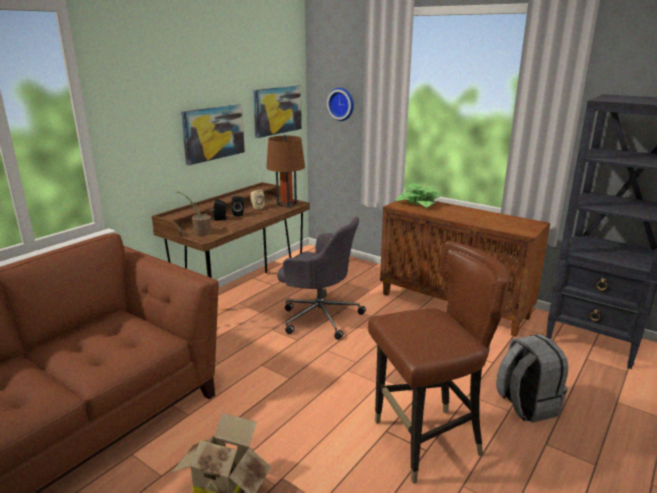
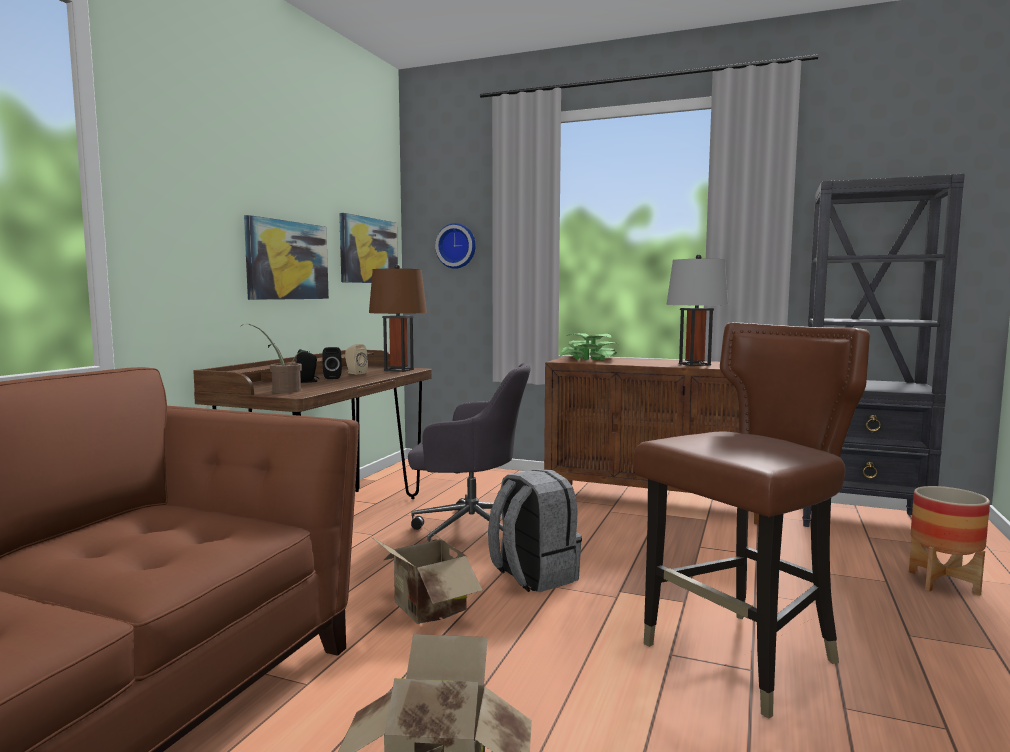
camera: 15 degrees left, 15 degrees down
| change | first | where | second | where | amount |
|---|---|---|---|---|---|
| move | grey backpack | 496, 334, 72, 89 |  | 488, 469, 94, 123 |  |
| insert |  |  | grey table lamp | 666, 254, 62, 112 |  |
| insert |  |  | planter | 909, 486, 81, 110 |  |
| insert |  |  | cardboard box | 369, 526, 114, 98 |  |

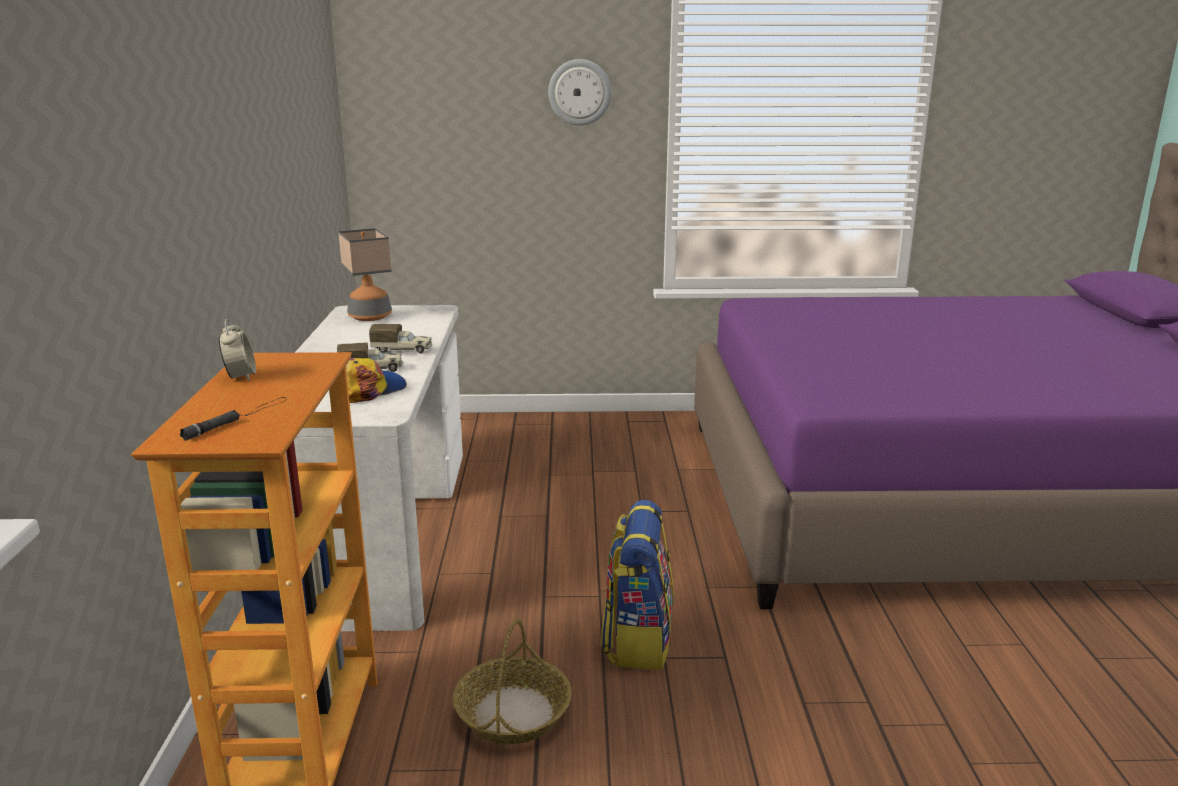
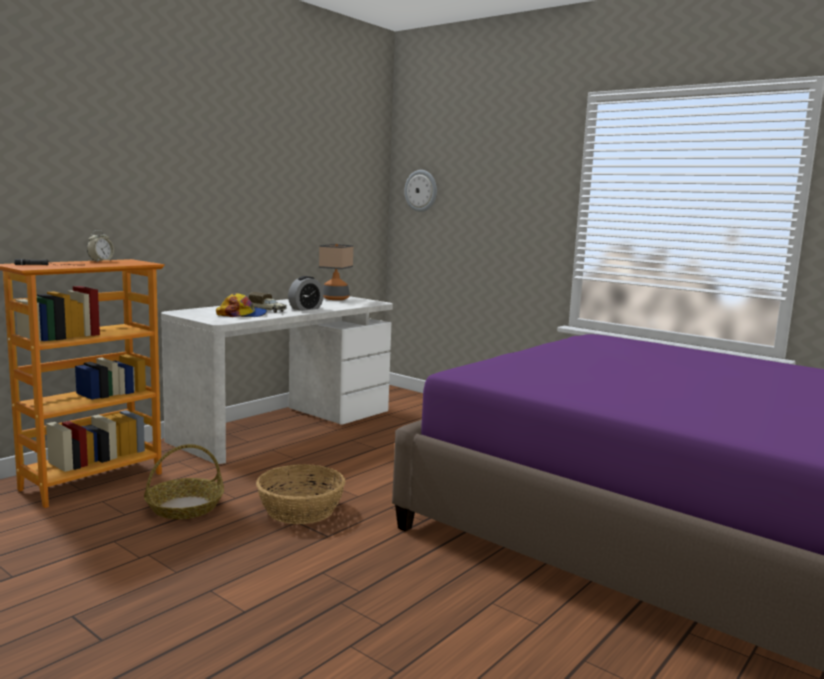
camera: 40 degrees right, 10 degrees down
| change | first | where | second | where | amount |
|---|---|---|---|---|---|
| move | wall clock | 548, 59, 63, 66 |  | 404, 170, 33, 42 |  |
| replace | toy truck | 369, 324, 63, 29 | alarm clock | 288, 276, 36, 35 |  |
| replace | backpack | 601, 500, 73, 170 | basket | 256, 464, 89, 60 |  |

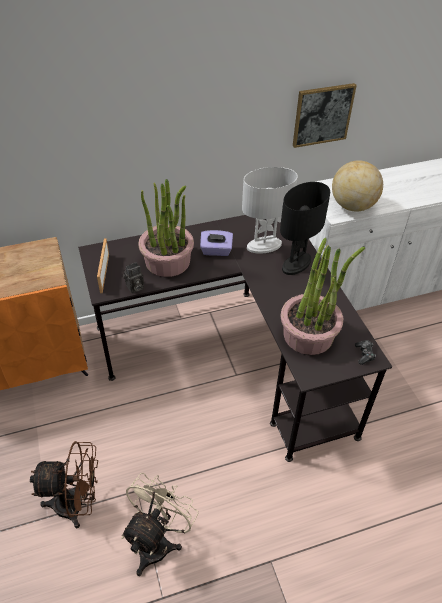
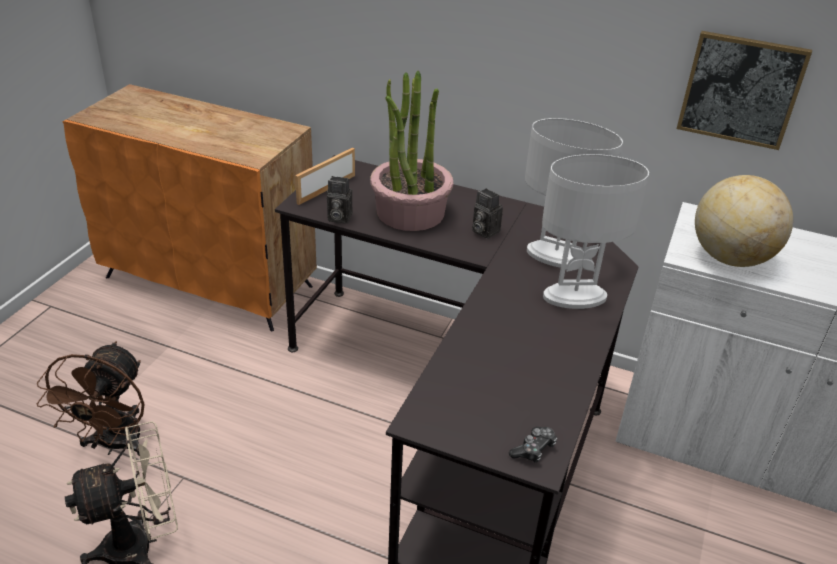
camera: 40 degrees right, 10 degrees down
| change | first | where | second | where | amount |
|---|---|---|---|---|---|
| recolor | black table lamp | 280, 182, 50, 93 | white table lamp | 542, 154, 107, 155 |  |
| replace | purple tissue box | 200, 230, 33, 26 | photo camera | 472, 188, 31, 51 |  |
| delete | potted plant | 281, 238, 84, 117 |  |  |  |
| rotate | brown fan | 30, 441, 68, 87 |  | 37, 341, 107, 115 | 60 degrees clockwise |

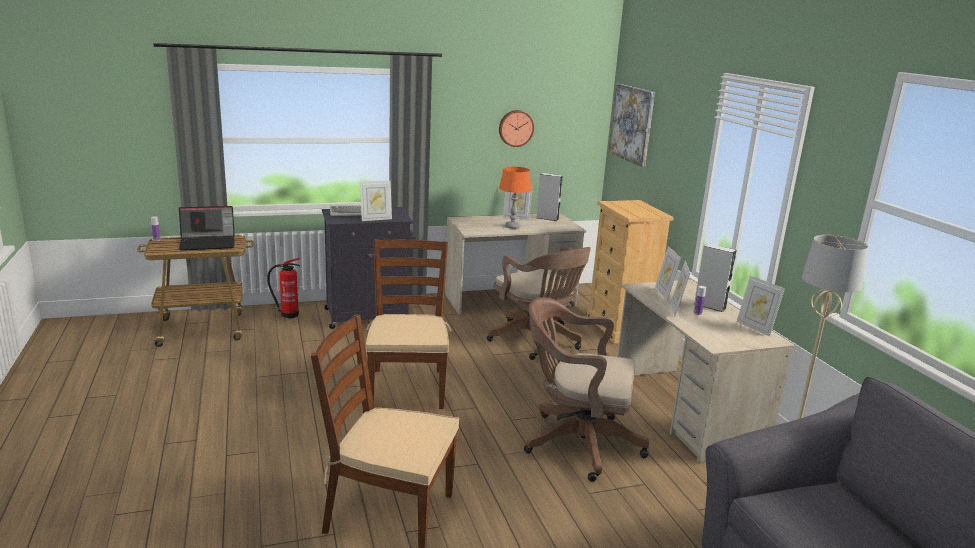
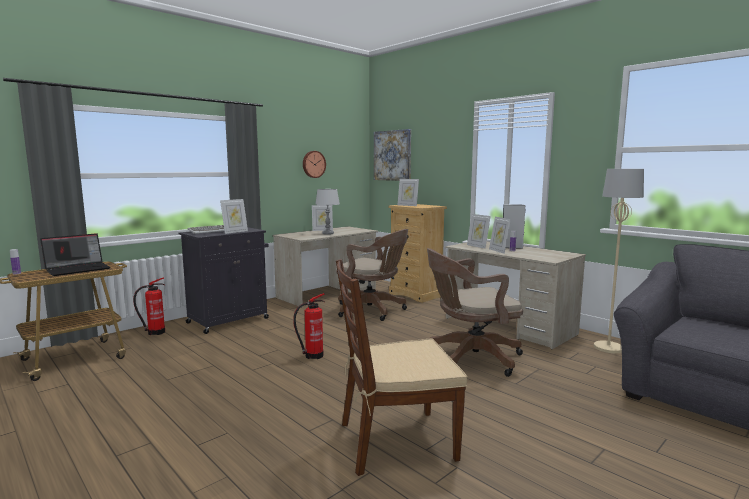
camera: 25 degrees left, 10 degrees down
| change | first | where | second | where | amount |
|---|---|---|---|---|---|
| recolor | orange table lamp | 499, 167, 33, 62 | grey table lamp | 315, 189, 25, 46 |  |
| delete | grey speaker | 537, 173, 26, 48 |  |  |  |
| replace | brown chair | 366, 239, 86, 170 | fire extinguisher | 293, 293, 32, 66 |  |
| move | picture frame | 737, 275, 48, 62 |  | 398, 179, 21, 27 |  |

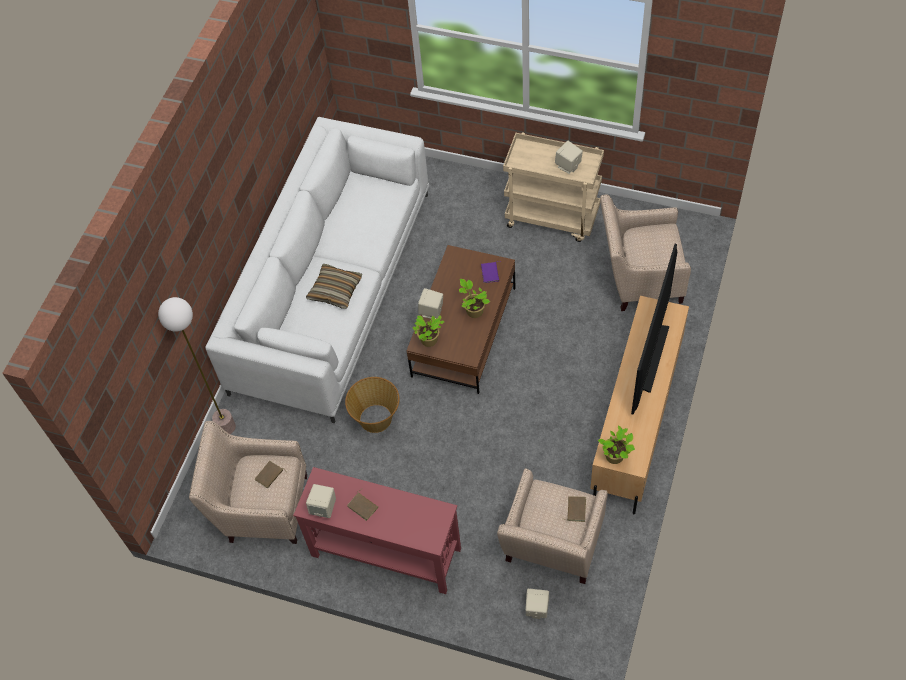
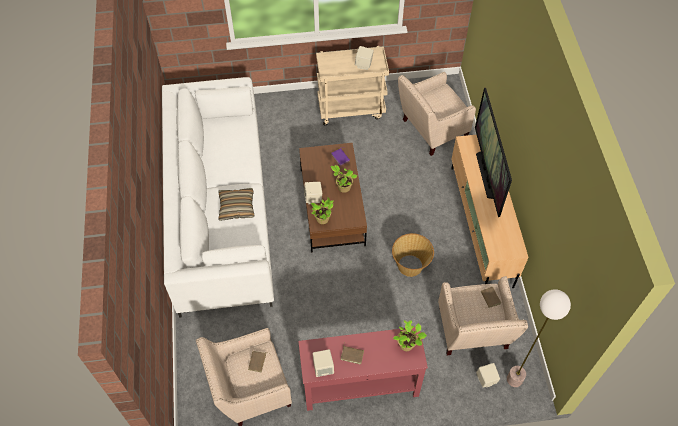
camera: 30 degrees left, 0 degrees up
| change | first | where | second | where | amount |
|---|---|---|---|---|---|
| move | floor lamp | 158, 297, 78, 137 |  | 507, 289, 64, 98 |  |
| move | basket | 345, 377, 55, 56 |  | 392, 233, 42, 44 |  |
| move | potted plant | 597, 426, 38, 38 |  | 393, 320, 34, 31 |  |

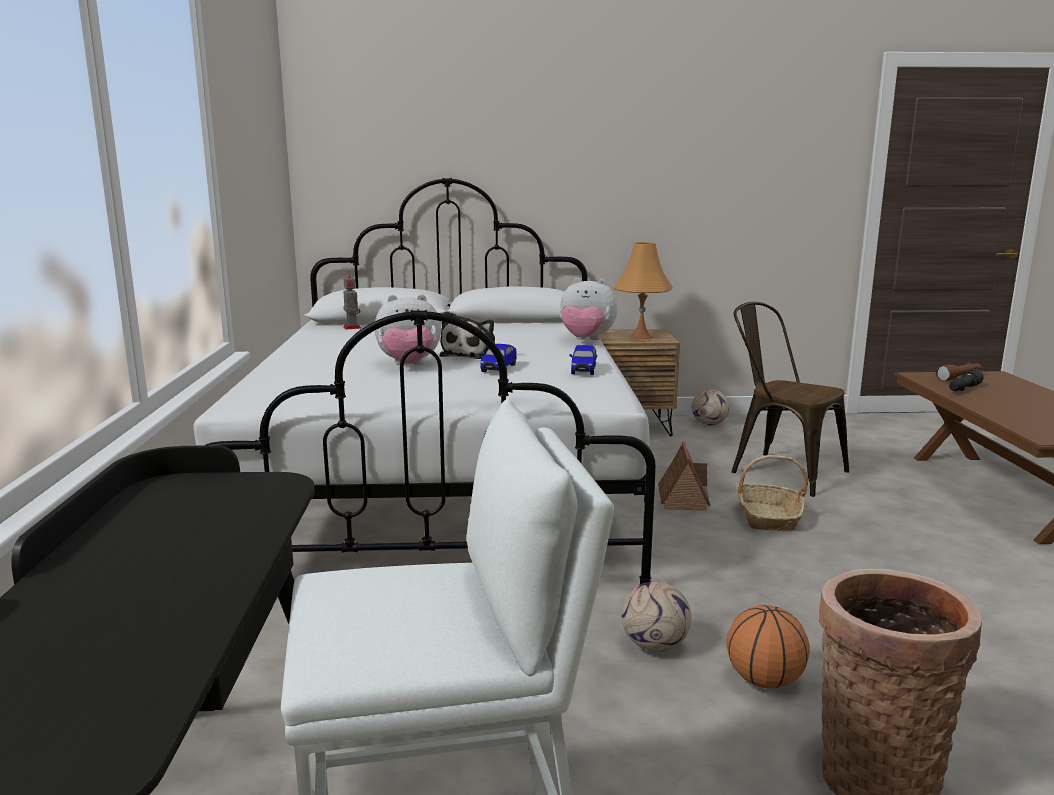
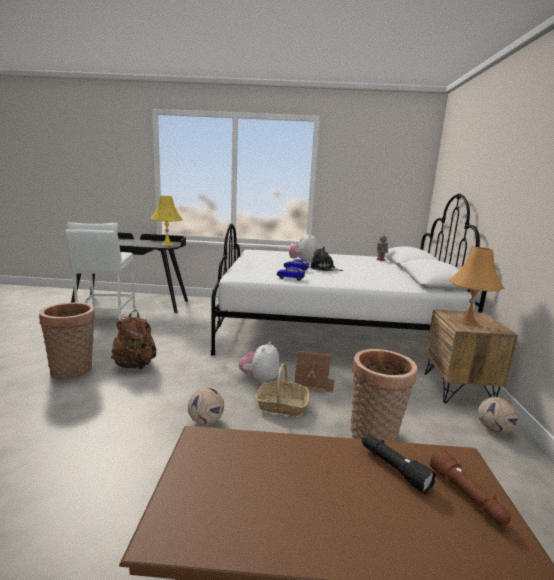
camera: 95 degrees right, 0 degrees up
| change | first | where | second | where | amount |
|---|---|---|---|---|---|
| move | plush toy | 560, 278, 57, 62 |  | 239, 342, 40, 42 |  |
| replace | brown chair | 731, 302, 118, 195 | basket | 350, 349, 67, 93 |  |
| move | football | 622, 581, 69, 71 |  | 188, 388, 36, 37 |  |
| replace | basketball | 726, 605, 84, 84 | brown backpack | 111, 310, 45, 60 |  |
| insert |  |  | yellow table lamp | 150, 196, 33, 50 |  |

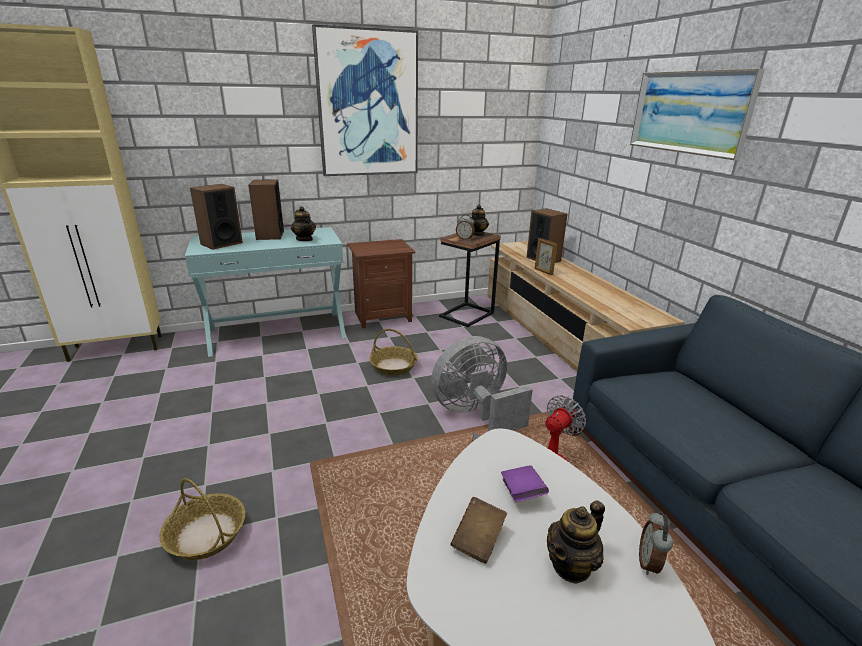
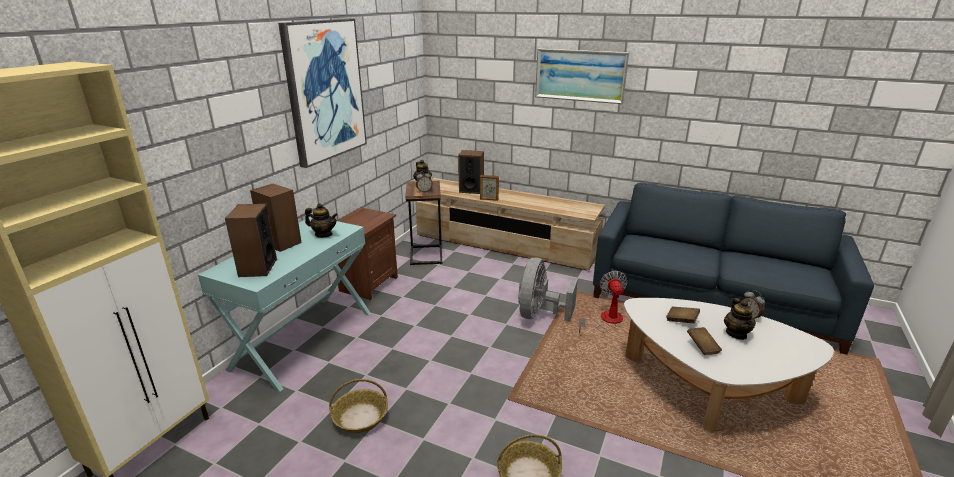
camera: 45 degrees left, 0 degrees up
| change | first | where | second | where | amount |
|---|---|---|---|---|---|
| move | basket | 369, 329, 49, 47 |  | 329, 379, 59, 54 |  |
| recolor | purple book | 501, 465, 48, 37 | brown book | 666, 307, 34, 17 |  |

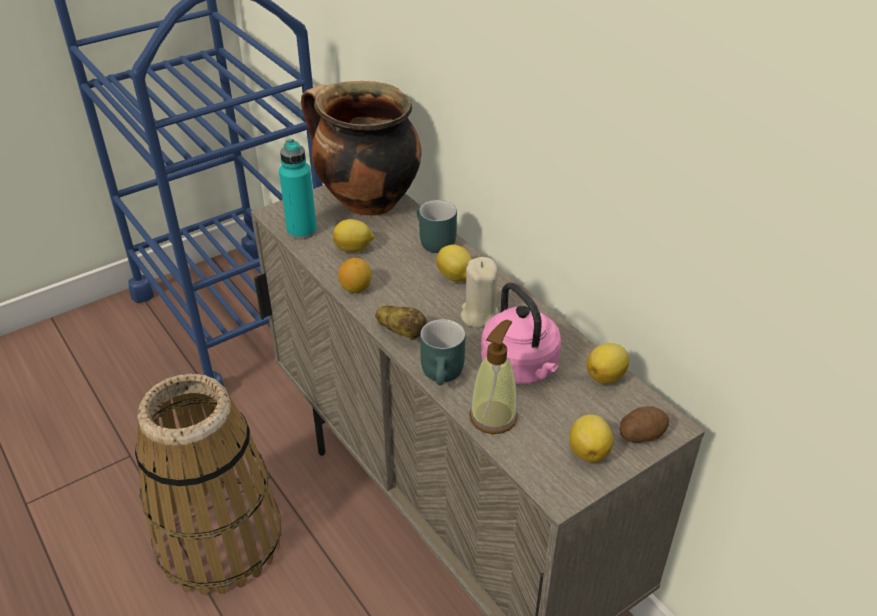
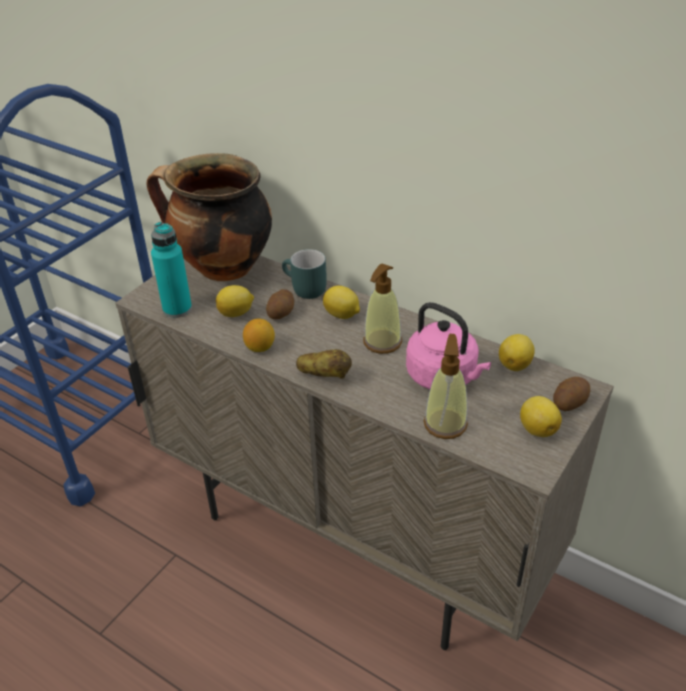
camera: 20 degrees left, 0 degrees up
| change | first | where | second | where | amount |
|---|---|---|---|---|---|
| replace | beige candle | 461, 257, 38, 71 | soap dispenser | 363, 264, 39, 90 |  |
| delete | turquoise mug | 420, 319, 45, 66 |  |  |  |
| delete | basket | 135, 373, 147, 222 |  |  |  |
| insert |  |  | potato | 266, 289, 28, 30 |  |

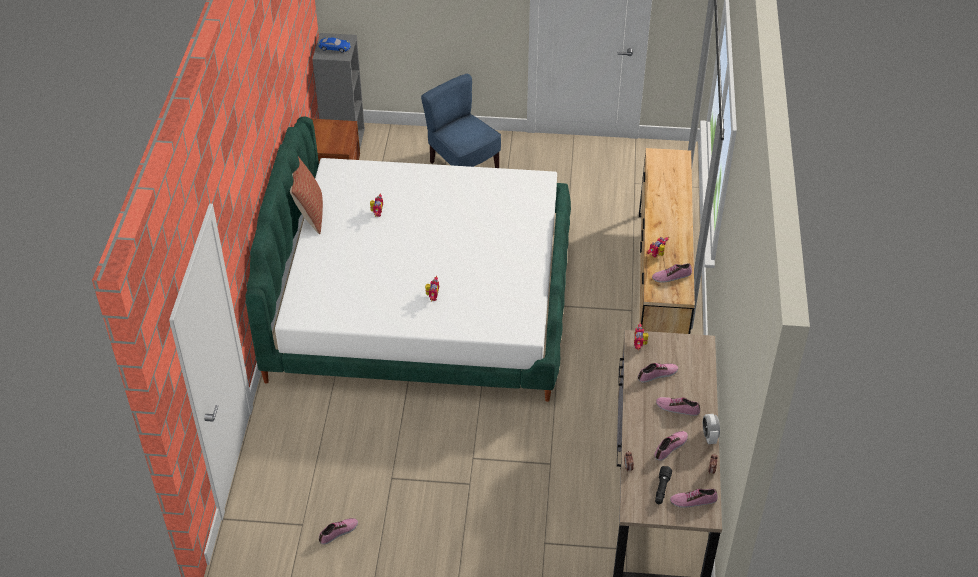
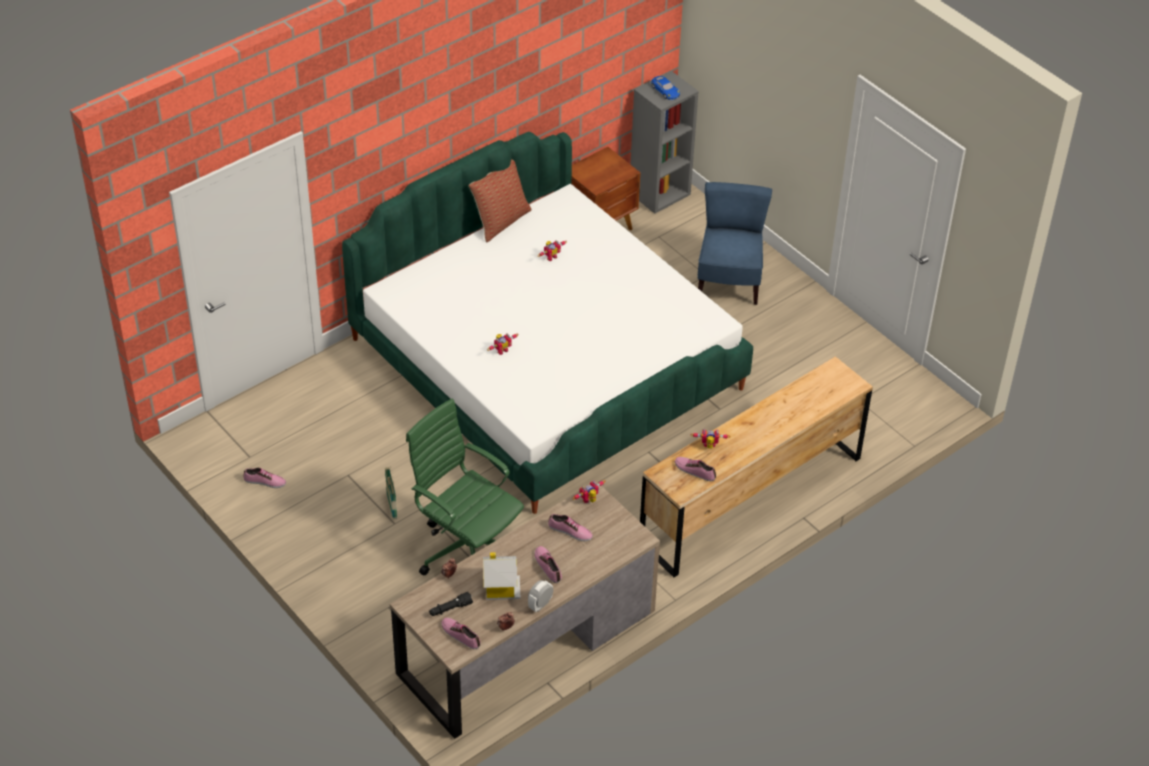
camera: 45 degrees right, 0 degrees up
| change | first | where | second | where | amount |
|---|---|---|---|---|---|
| replace | shoe | 655, 431, 33, 30 | toy house | 483, 552, 38, 48 |  |
| insert |  |  | green office chair | 406, 398, 118, 178 |  |
| insert |  |  | basket | 385, 466, 12, 53 |  |

